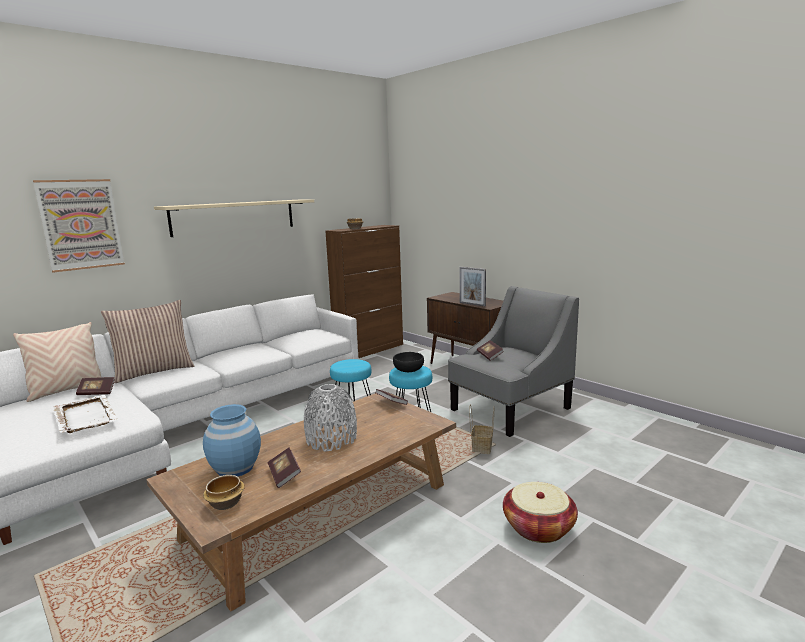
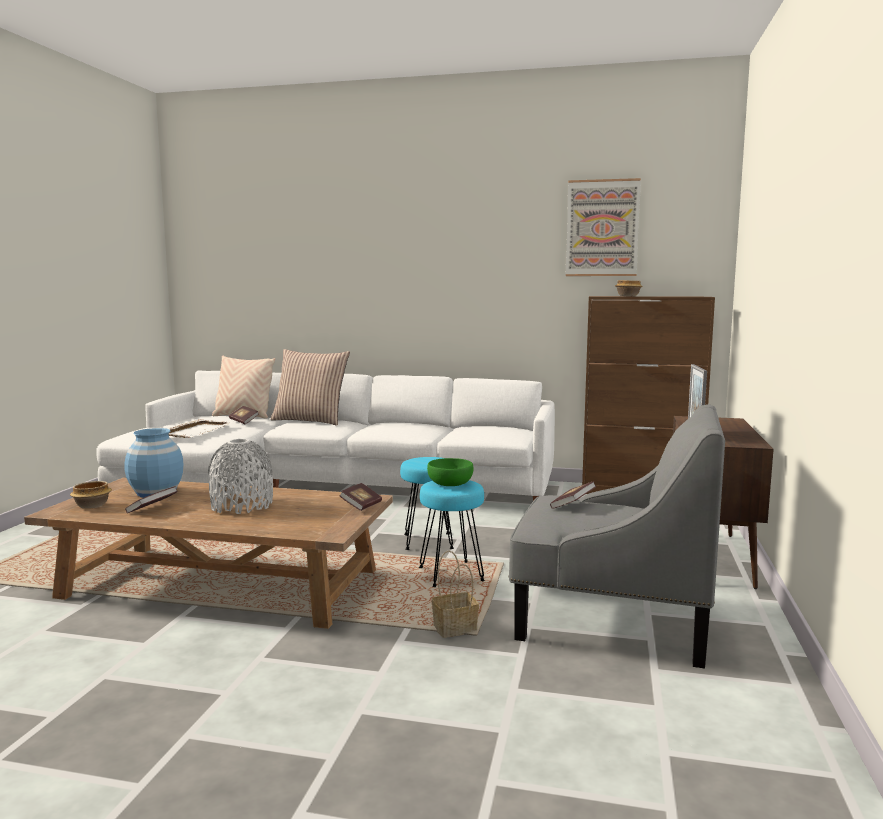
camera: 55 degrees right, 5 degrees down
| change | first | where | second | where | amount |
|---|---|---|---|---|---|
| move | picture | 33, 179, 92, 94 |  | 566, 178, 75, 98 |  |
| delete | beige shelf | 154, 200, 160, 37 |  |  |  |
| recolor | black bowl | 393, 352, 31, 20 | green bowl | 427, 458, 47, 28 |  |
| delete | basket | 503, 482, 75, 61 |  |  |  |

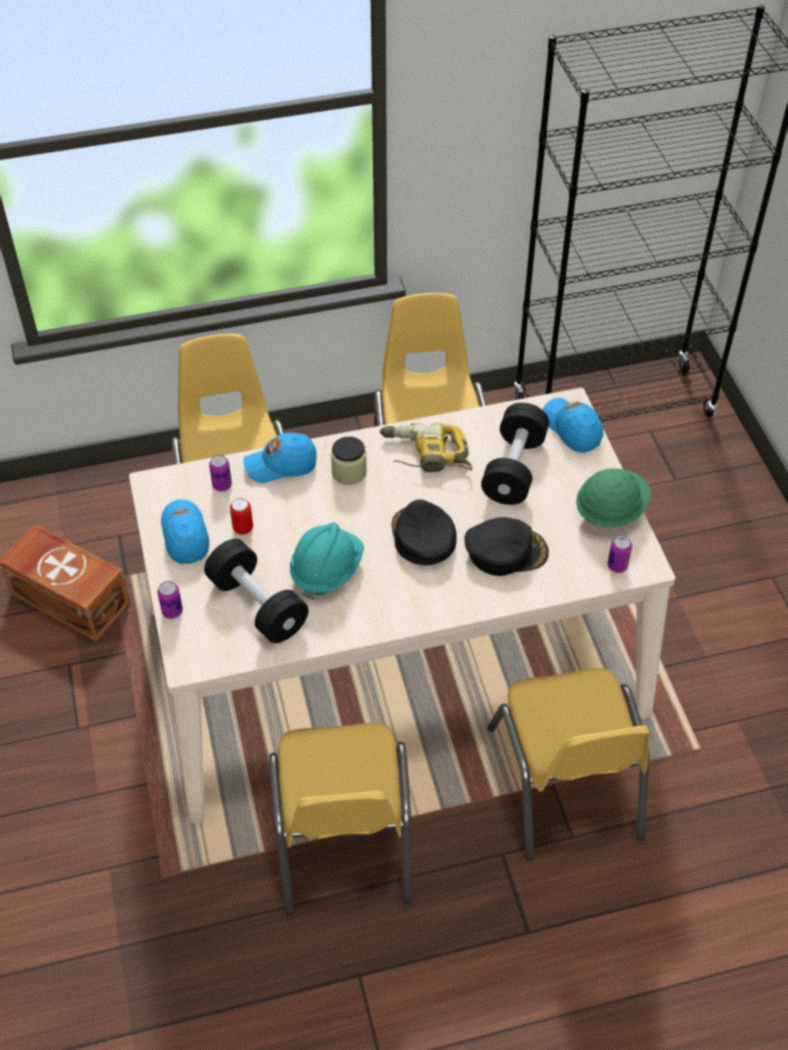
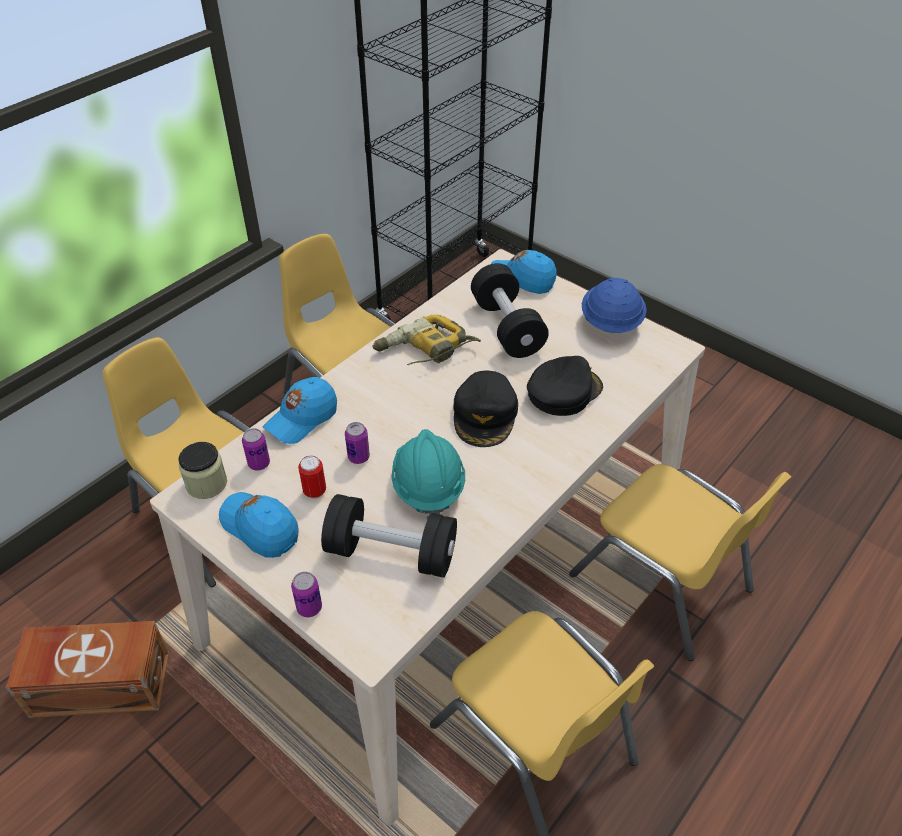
camera: 35 degrees left, 5 degrees down
| change | first | where | second | where | amount |
|---|---|---|---|---|---|
| move | jar | 331, 437, 36, 48 |  | 178, 442, 49, 57 |  |
| recolor | green hard hat | 576, 468, 75, 59 | blue hard hat | 582, 278, 65, 55 |  |
| rotate | black cap | 392, 499, 65, 66 |  | 454, 371, 64, 76 | 120 degrees counterclockwise |
| move | can | 607, 535, 25, 38 |  | 345, 422, 25, 42 |  |

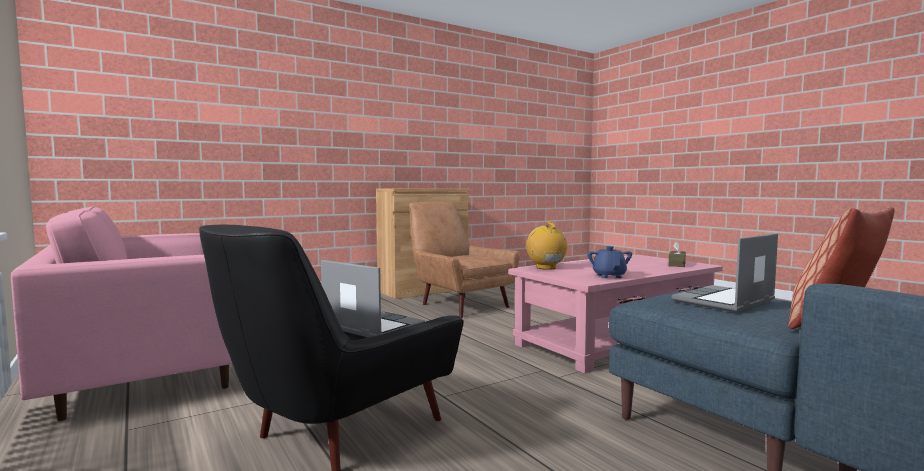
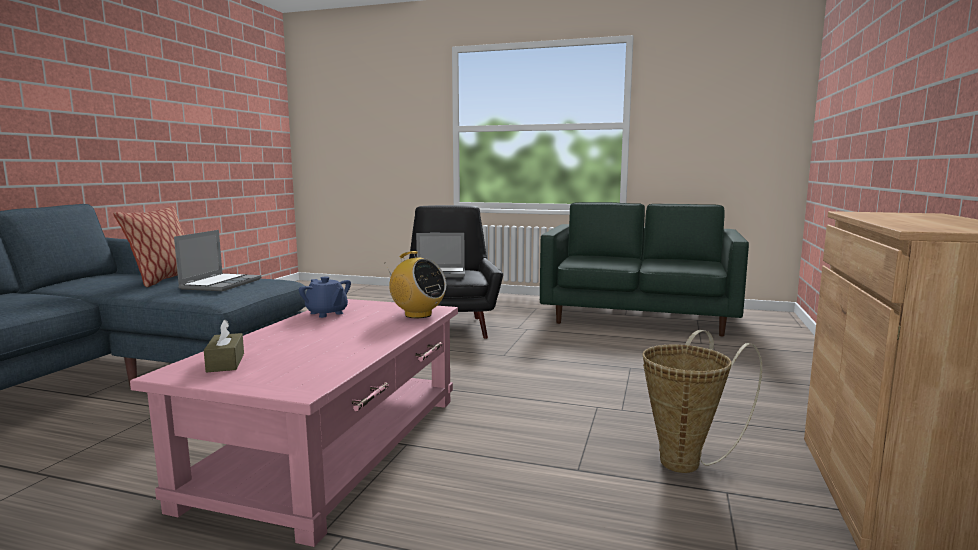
camera: 140 degrees right, 5 degrees up
| change | first | where | second | where | amount |
|---|---|---|---|---|---|
| replace | brown armchair | 409, 201, 111, 117 | basket | 642, 330, 120, 143 |  |
| recolor | pink sofa | 11, 206, 221, 215 | green sofa | 540, 202, 209, 134 |  |

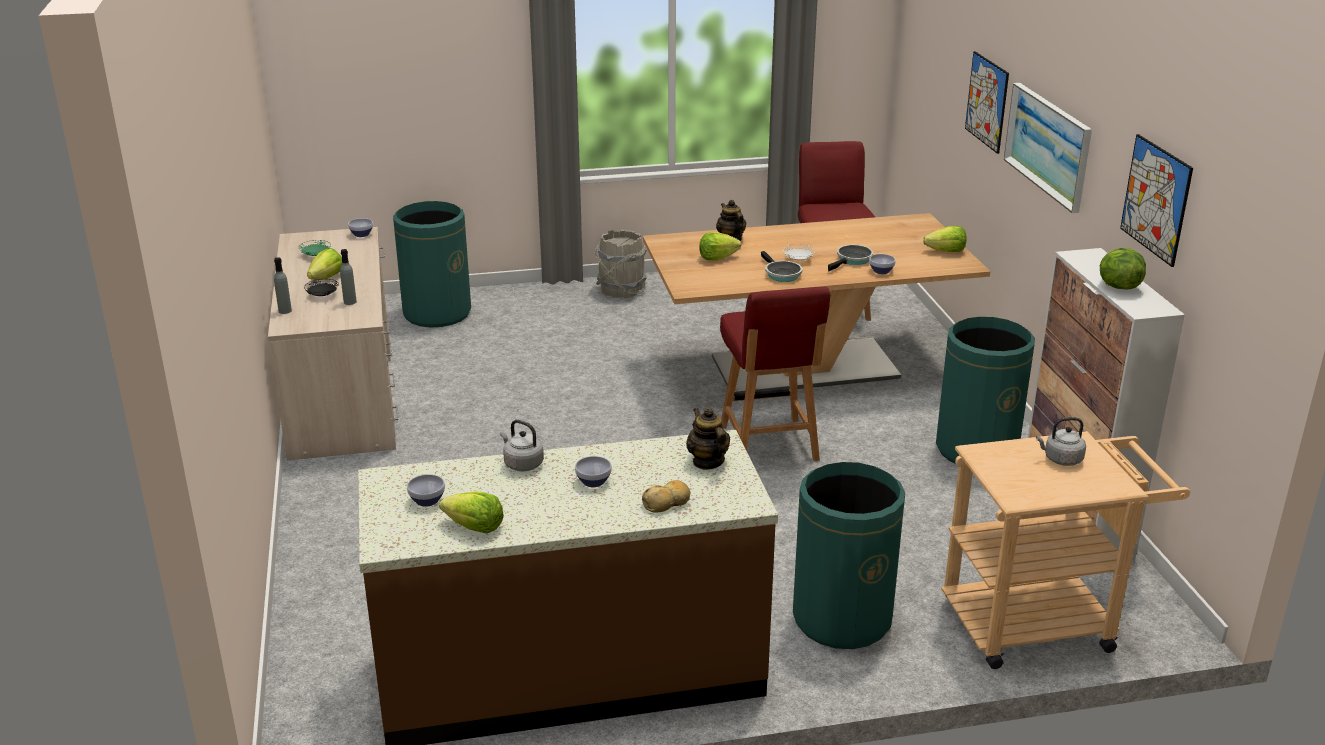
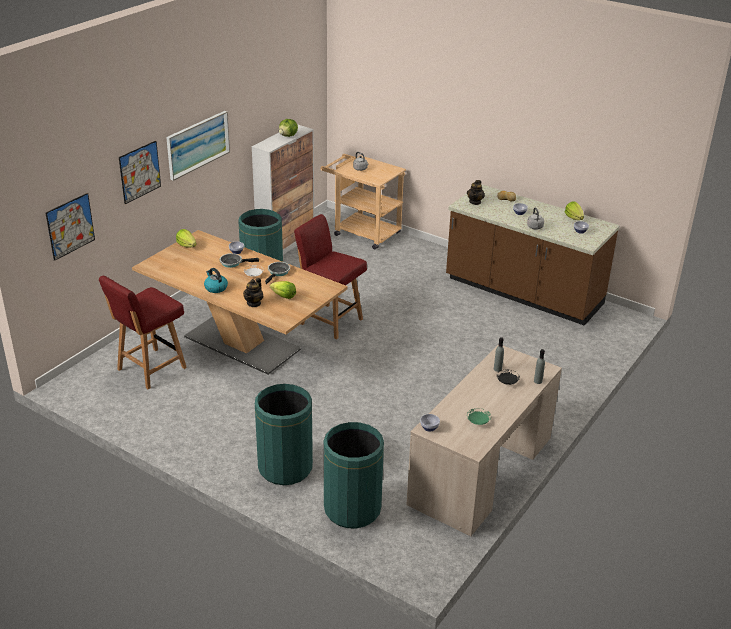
camera: 135 degrees left, 5 degrees up
| change | first | where | second | where | amount |
|---|---|---|---|---|---|
| move | picture | 1120, 134, 73, 133 |  | 46, 193, 49, 68 |  |
| delete | grey bucket | 595, 230, 52, 69 |  |  |  |
| delete | lettuce | 307, 248, 35, 32 |  |  |  |
| rotate | red chair | 720, 287, 111, 174 |  | 294, 214, 73, 126 | 90 degrees counterclockwise |
| move | green trash can | 793, 462, 112, 187 |  | 255, 384, 58, 101 |  |
| insert |  |  | kettle | 204, 268, 24, 25 |  |

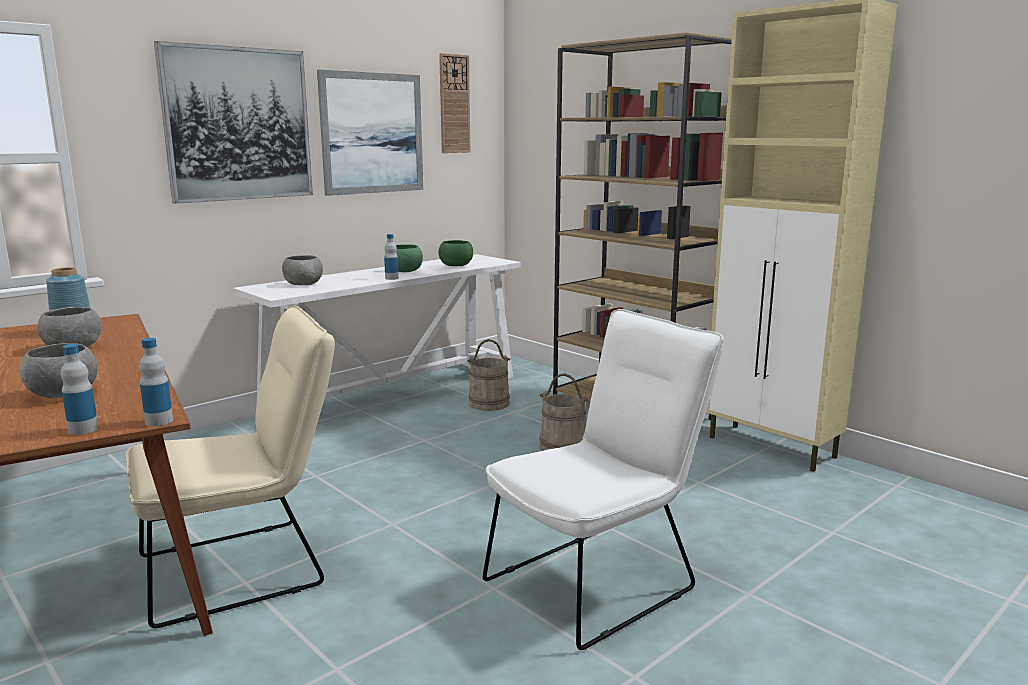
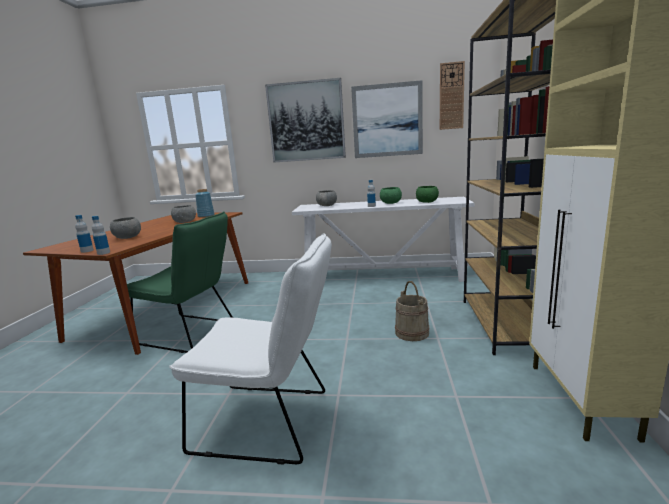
camera: 50 degrees right, 0 degrees up
| change | first | where | second | where | amount |
|---|---|---|---|---|---|
| recolor | beige chair | 125, 305, 210, 323 | green chair | 127, 211, 106, 142 |  |
| delete | beige bucket | 467, 339, 43, 72 |  |  |  |

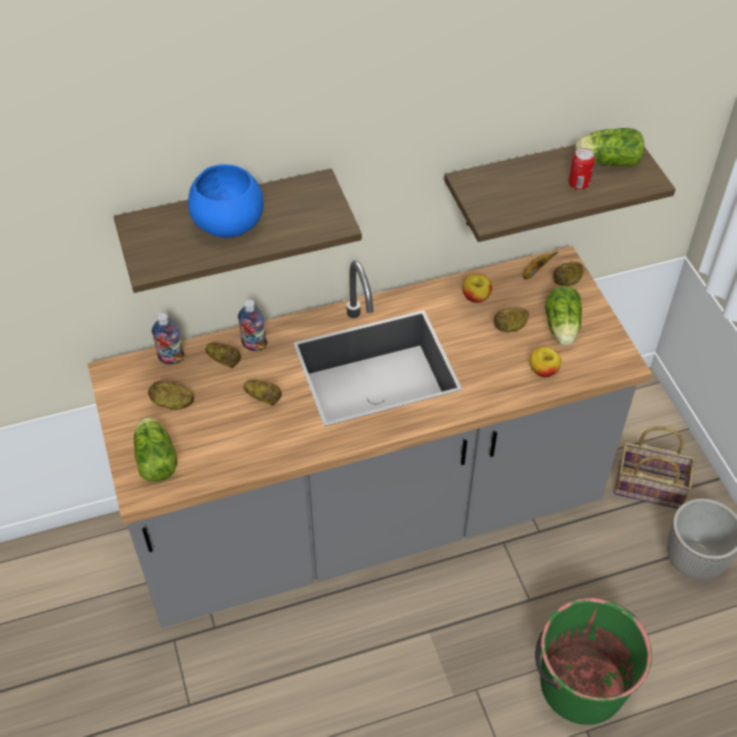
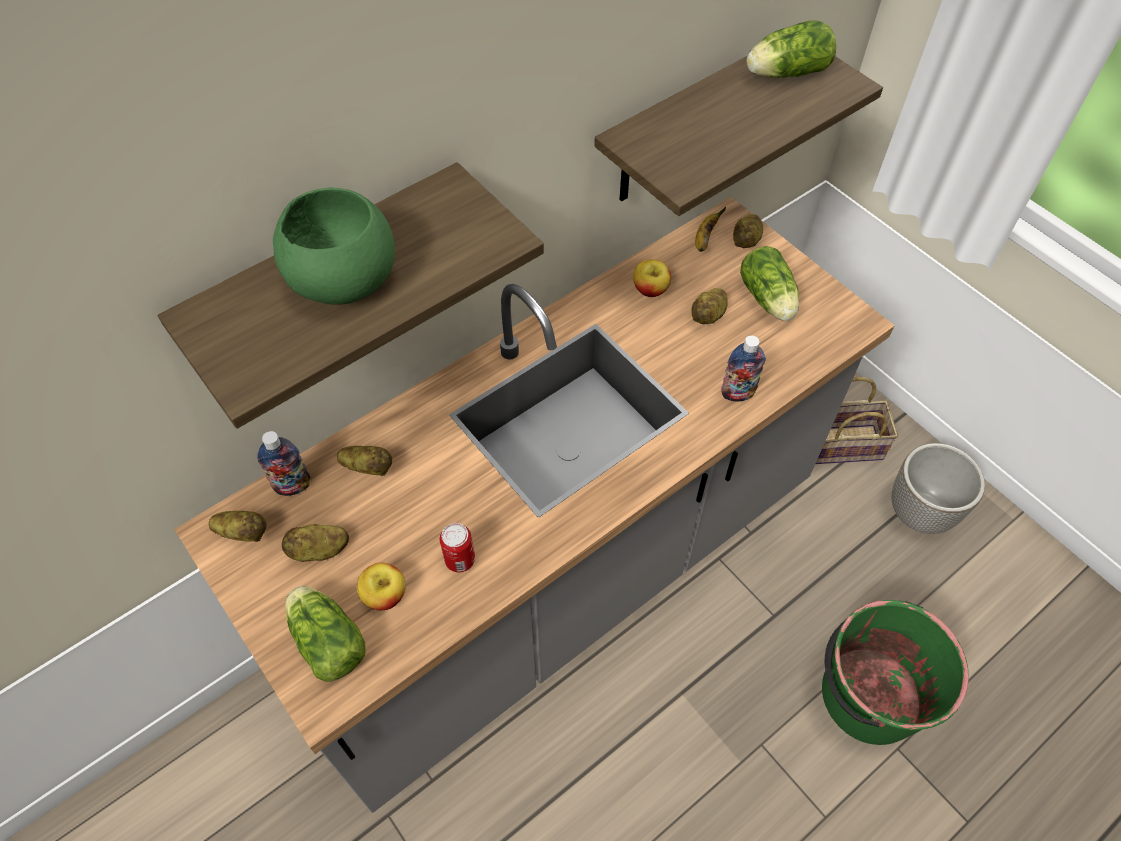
camera: 20 degrees left, 5 degrees up
| change | first | where | second | where | amount |
|---|---|---|---|---|---|
| move | can | 569, 148, 26, 42 |  | 440, 523, 35, 49 |  |
| recolor | blue bowl | 188, 164, 76, 74 | green bowl | 273, 188, 122, 117 |  |
| move | bottle | 238, 299, 29, 52 |  | 721, 335, 45, 67 |  |
| move | apple | 530, 346, 31, 31 |  | 357, 562, 49, 48 |  |
| move | potato | 244, 380, 38, 26 |  | 209, 511, 58, 31 |  |

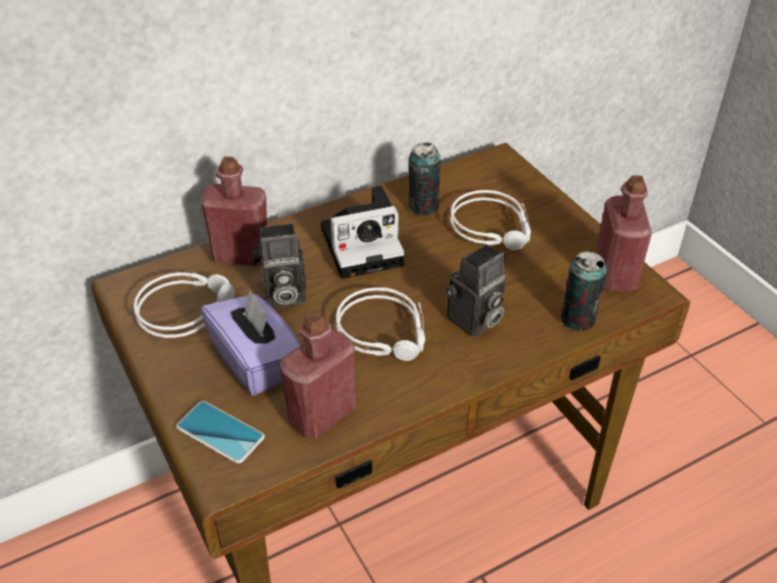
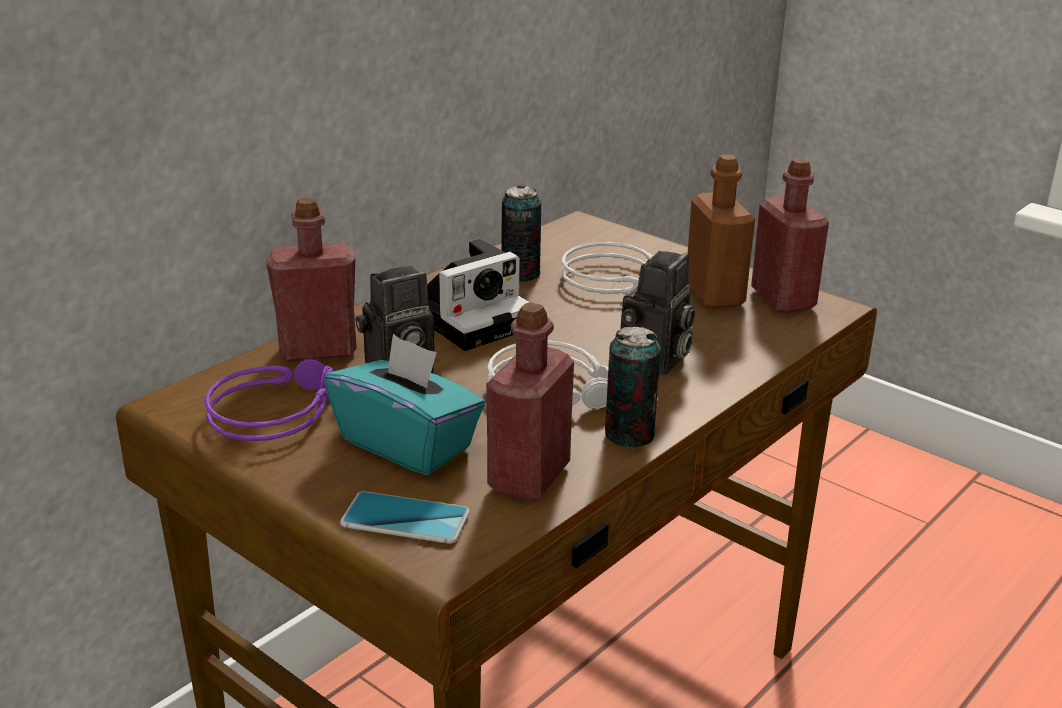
camera: 20 degrees left, 15 degrees down
| change | first | where | second | where | amount |
|---|---|---|---|---|---|
| move | can | 561, 251, 46, 80 |  | 605, 327, 56, 121 |  |
| recolor | grey headphones | 133, 272, 102, 66 | purple headphones | 204, 359, 131, 82 |  |
| recolor | purple tissue box | 201, 289, 100, 107 | turquoise tissue box | 324, 334, 161, 141 |  |
| insert |  |  | brown bottle | 688, 154, 67, 155 |  |

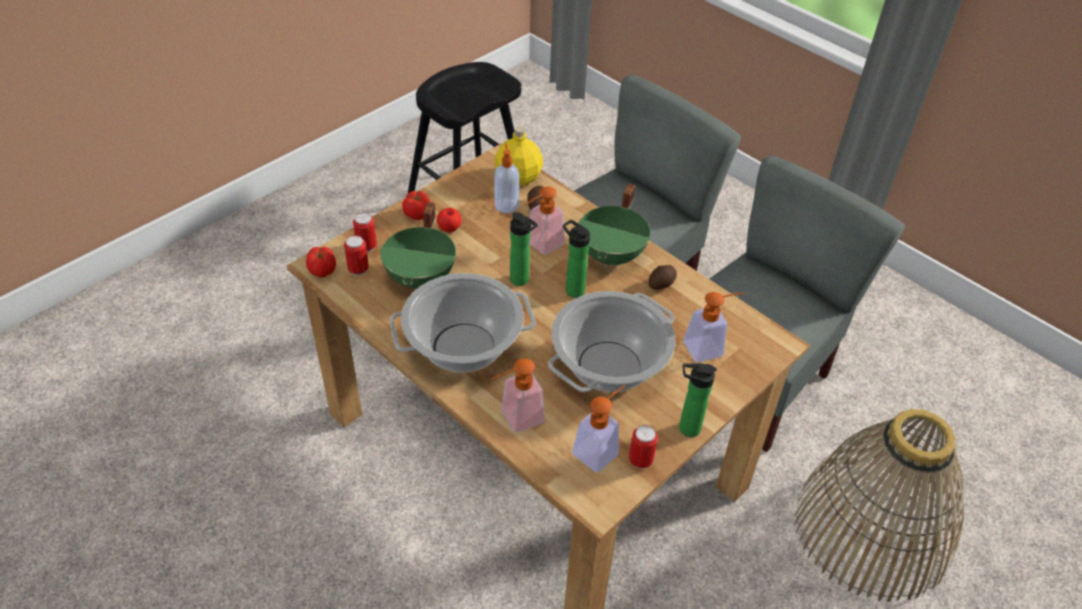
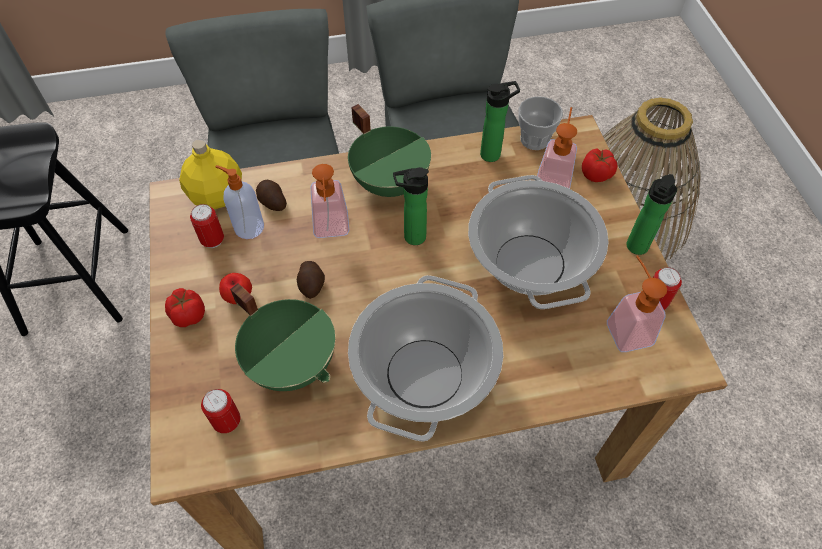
camera: 55 degrees left, 10 degrees up
| change | first | where | second | where | amount |
|---|---|---|---|---|---|
| move | bottle | 510, 212, 28, 74 |  | 480, 81, 40, 81 |  |
| move | can | 353, 213, 24, 39 |  | 190, 204, 34, 44 |  |
| move | tomato | 306, 247, 30, 30 |  | 582, 148, 36, 34 |  |
| move | potato | 649, 265, 28, 24 |  | 297, 261, 28, 38 |  |
| delete | soap dispenser | 492, 358, 53, 74 |  |  |  |
| insert |  |  | cup | 518, 96, 45, 54 |  |

